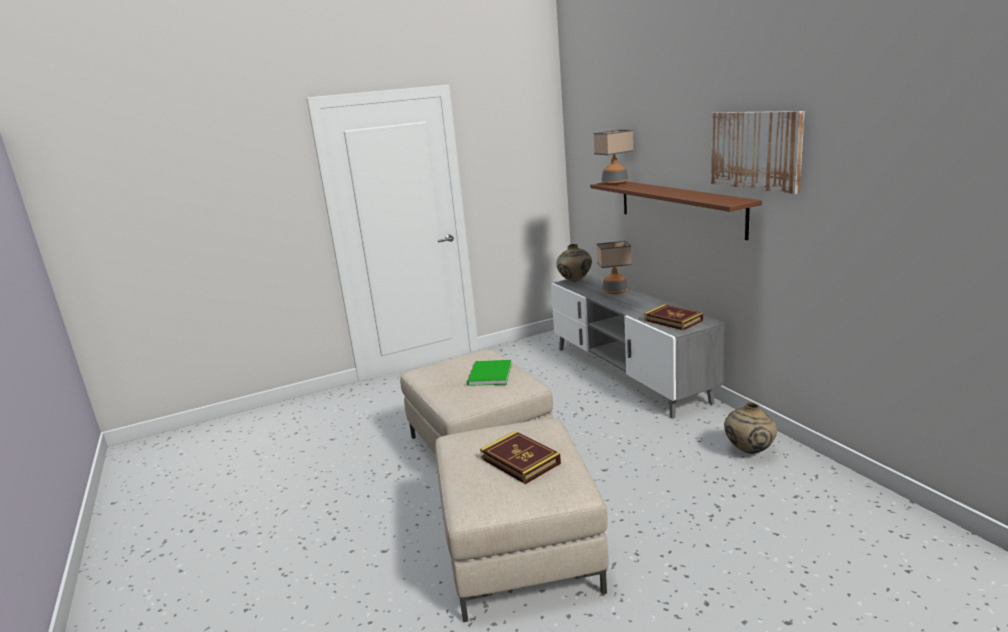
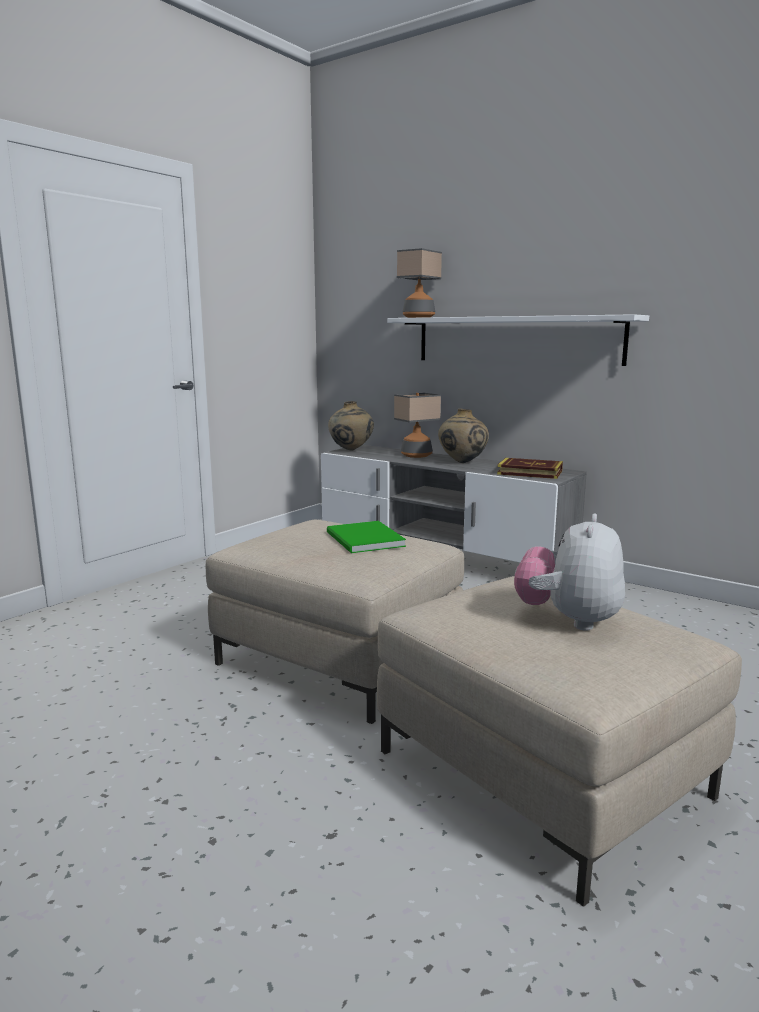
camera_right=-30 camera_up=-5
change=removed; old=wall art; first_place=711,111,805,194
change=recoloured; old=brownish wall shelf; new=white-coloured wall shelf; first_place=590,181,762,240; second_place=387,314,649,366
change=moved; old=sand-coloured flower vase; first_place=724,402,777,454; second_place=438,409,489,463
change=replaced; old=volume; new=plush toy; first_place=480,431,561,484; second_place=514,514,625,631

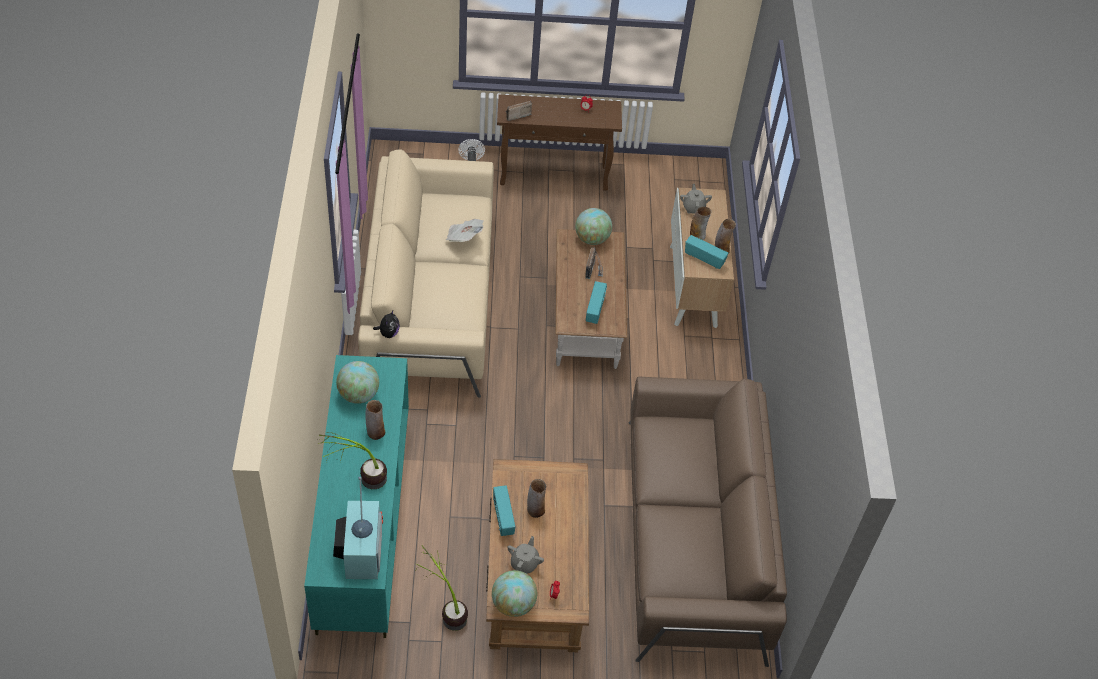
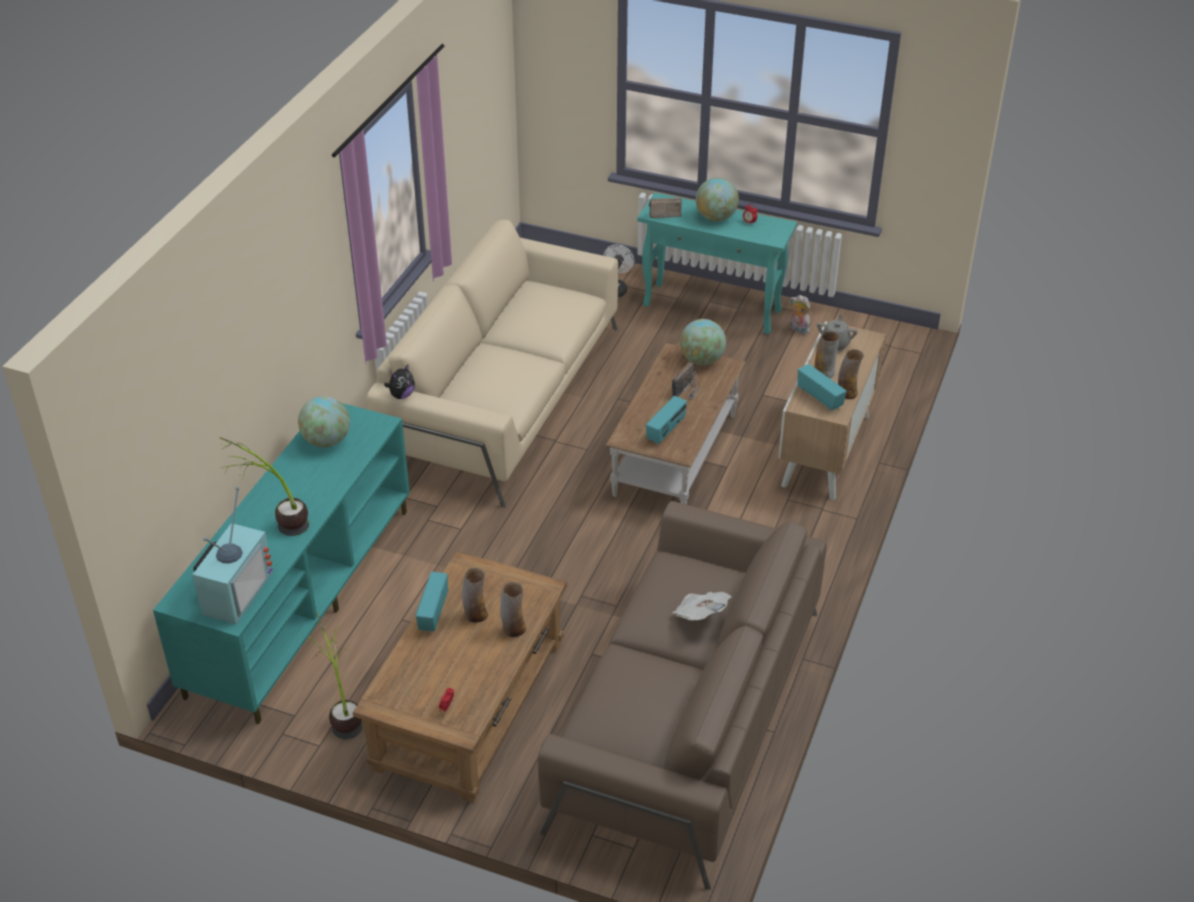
camera_right=25 camera_up=-10
change=recoloured; old=brownish console table; new=blue-green console table; first_place=497,94,622,191; second_place=637,192,797,334
change=moved; old=printed paper; first_place=446,219,483,242; second_place=672,592,732,620
change=moved; old=flower vase; first_place=365,400,385,440; second_place=500,582,526,637
change=removed; old=gray pot for tea; first_place=507,536,544,573
change=moved; old=globe; first_place=492,570,537,617; second_place=696,178,739,221
change=added; new=plush toy; second_place=790,295,810,335

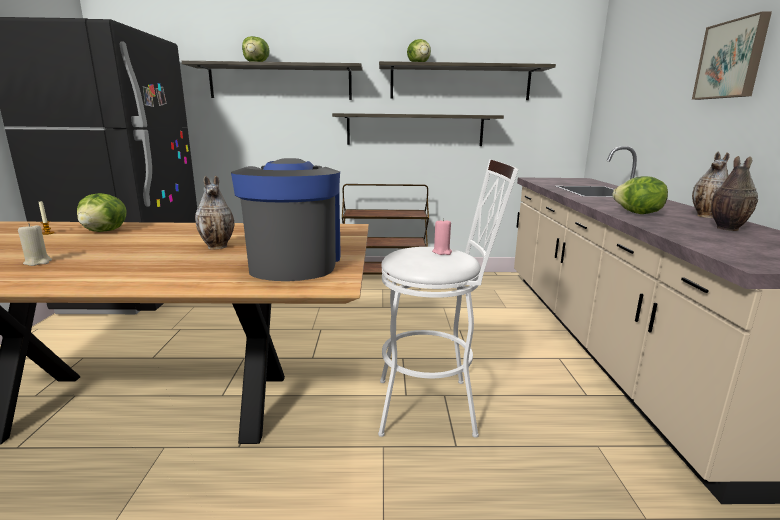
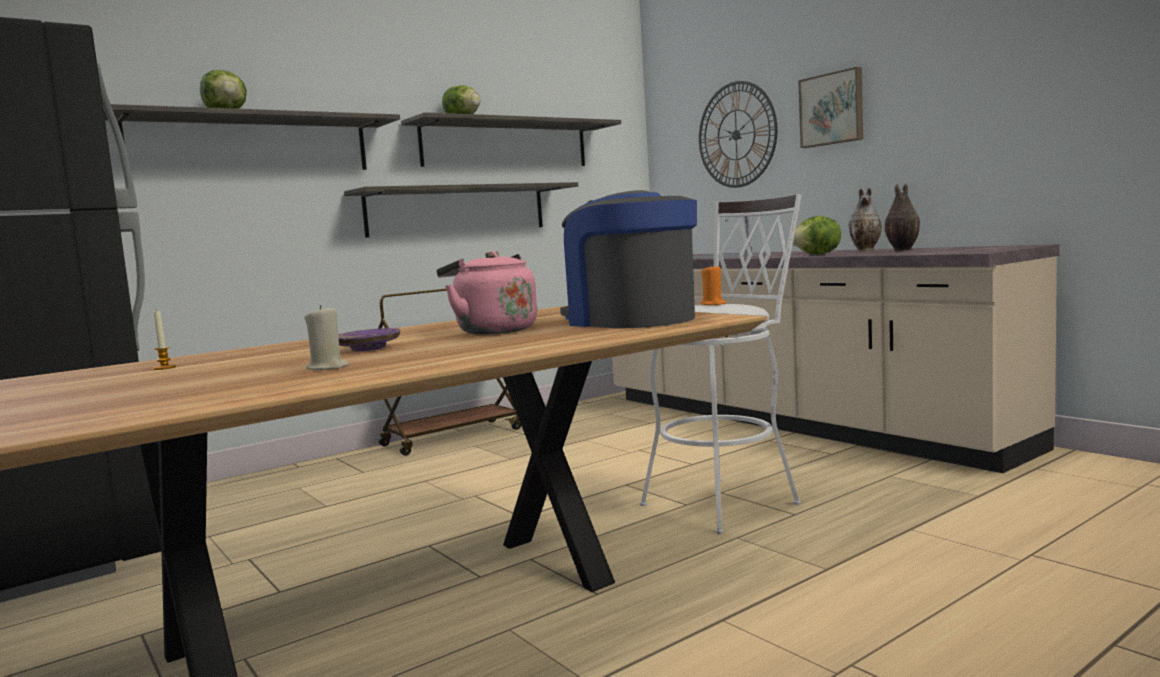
camera_right=-35 camera_up=-10
change=replaced; old=flower vase; new=pink-coloured tea kettle; first_place=195,176,234,250; second_place=436,251,537,334
change=removed; old=lettuce head; first_place=77,193,127,232
change=recoloured; old=pink-coloured wax light; new=orange wax light; first_place=432,218,452,255; second_place=700,267,726,305
change=added; new=wall clock; second_place=699,81,777,188
change=added; new=purple-coloured plate; second_place=338,328,400,351

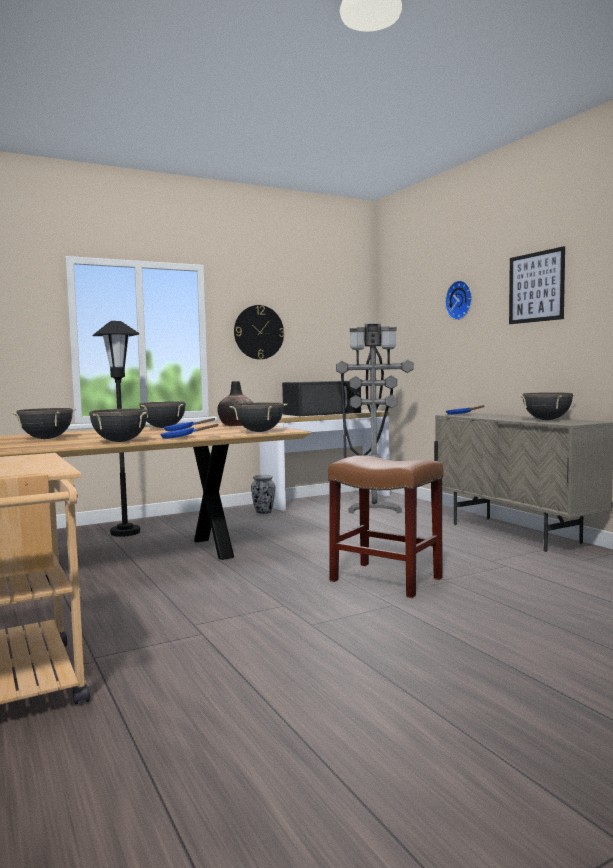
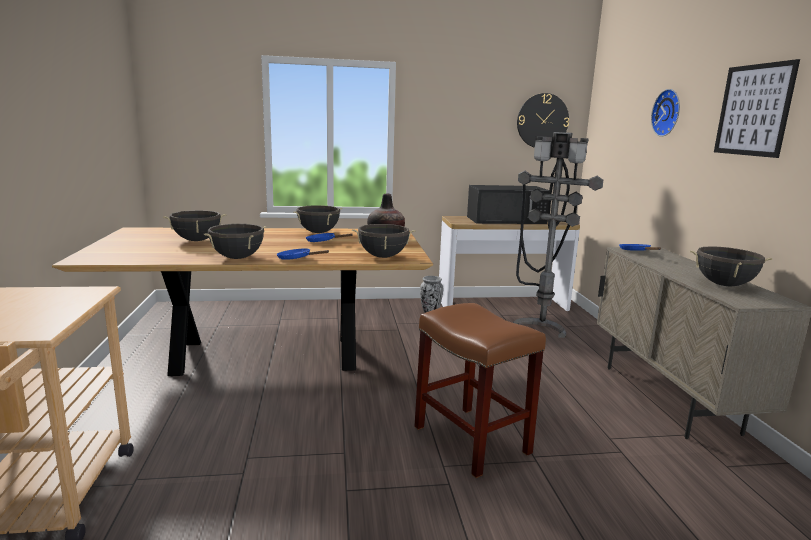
camera_right=20 camera_up=10
change=moved; old=wall clock; first_place=234,305,284,359; second_place=517,93,569,148
change=removed; old=black floor lamp; first_place=93,321,140,537

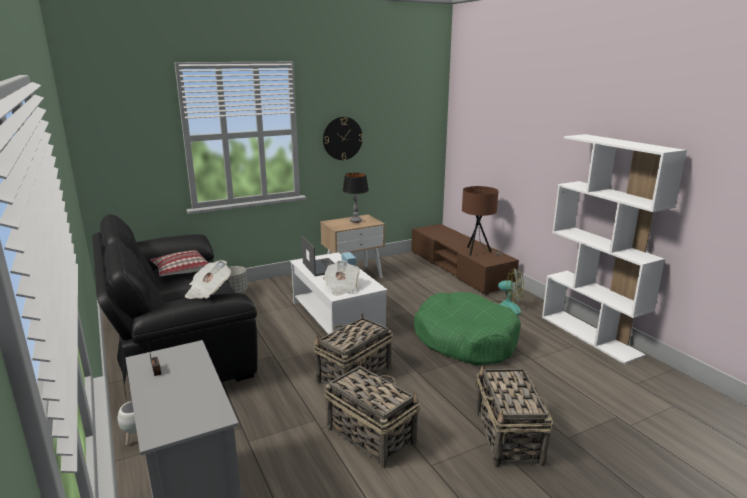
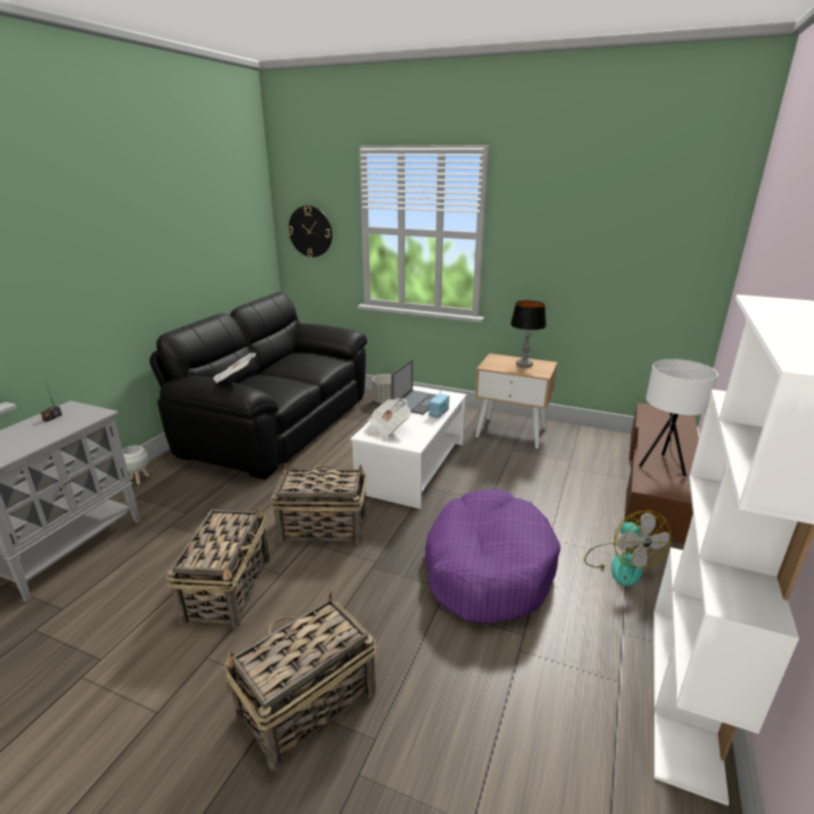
camera_right=50 camera_up=5
change=moved; old=wall clock; first_place=323,117,363,160; second_place=288,206,332,257
change=recoloured; old=brownish lamp for a table; new=white-coloured lamp for a table; first_place=462,186,502,256; second_place=639,359,718,486
change=removed; old=cushion; first_place=150,250,208,276
change=recoloured; old=green-coloured dog bed; new=purple-coloured dog bed; first_place=414,292,521,366; second_place=425,489,561,624

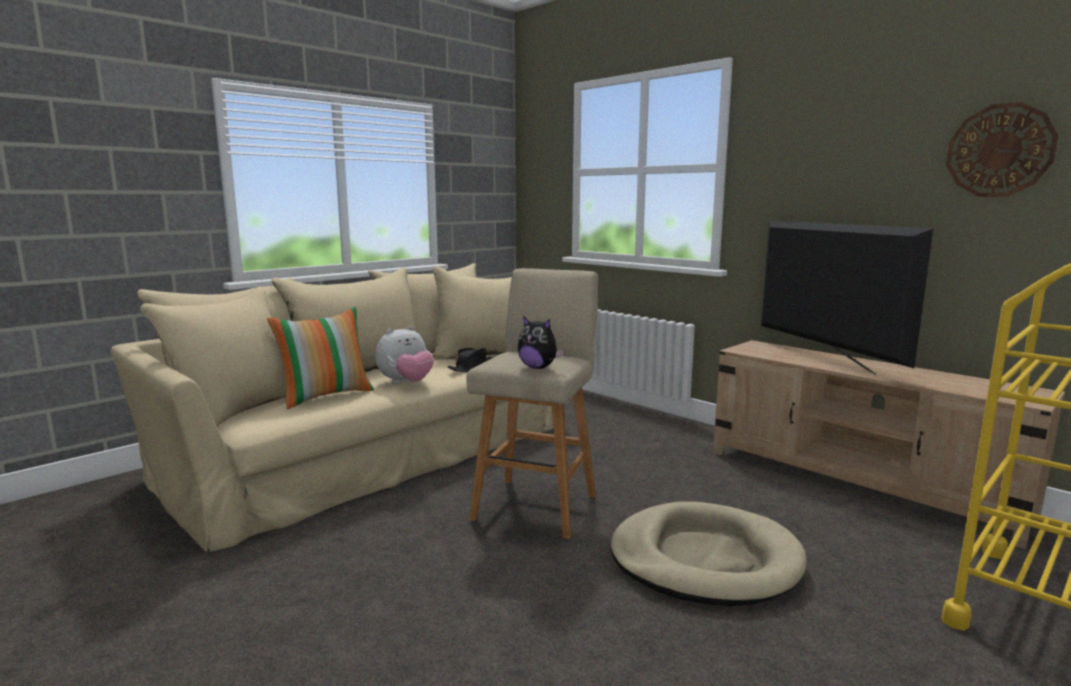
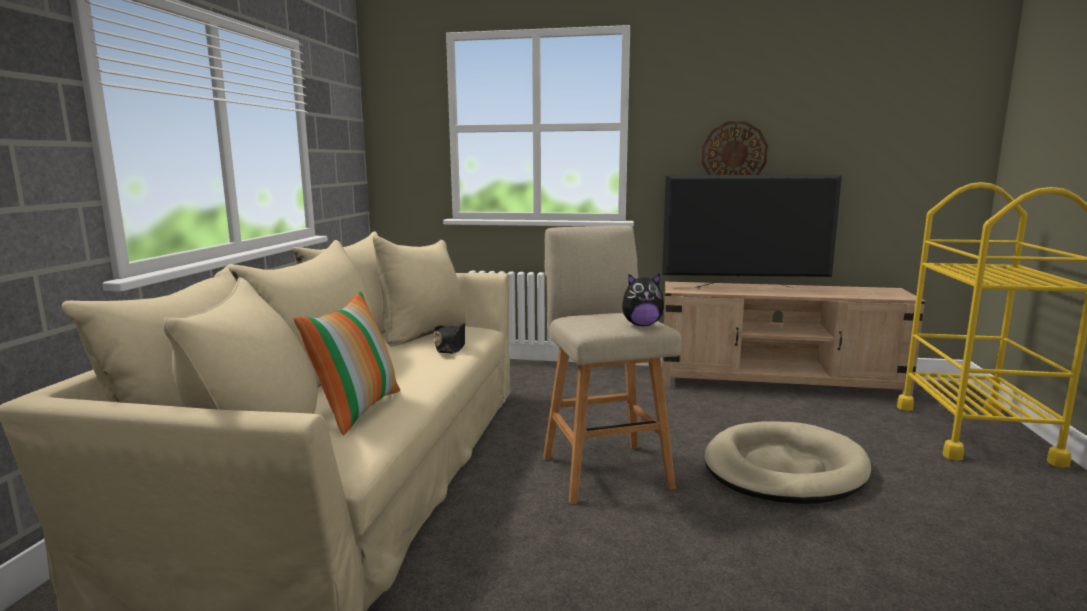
camera_right=-35 camera_up=0
change=moved; old=wall clock; first_place=946,102,1059,197; second_place=701,121,768,175
change=turned; old=TV set; first_place=761,220,933,375; second_place=662,175,842,289; degrees=150
change=removed; old=plush toy; first_place=375,326,434,384

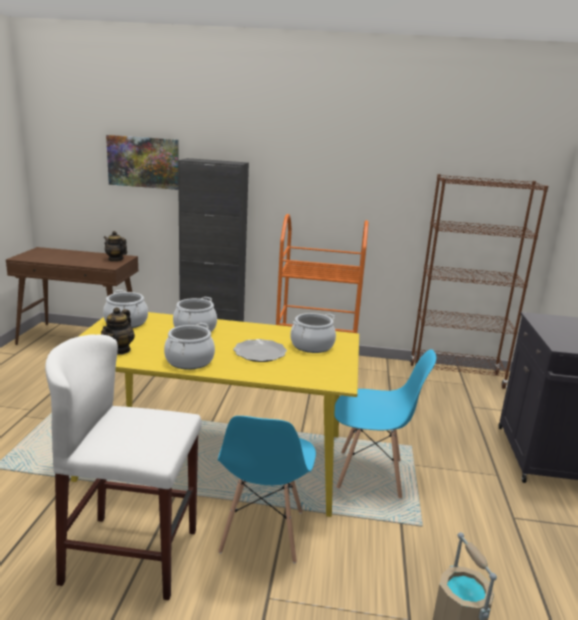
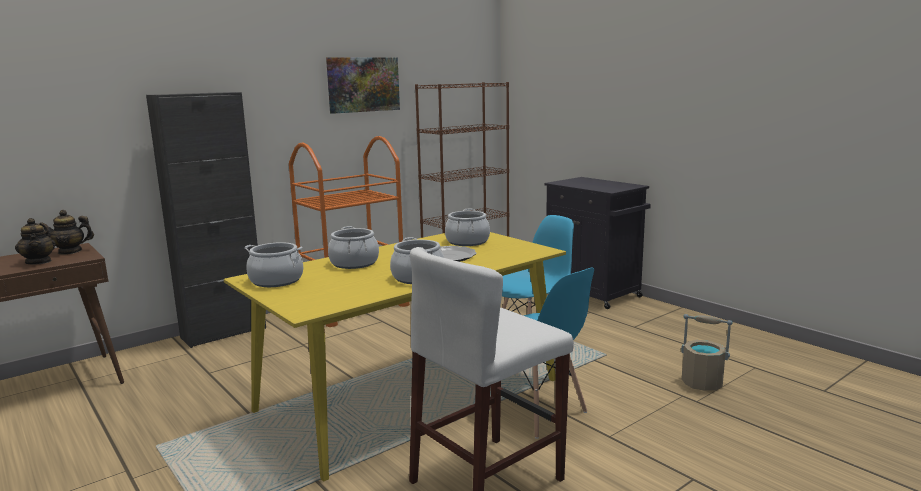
camera_right=-45 camera_up=-5
change=moved; old=wall art; first_place=106,135,179,190; second_place=326,57,400,114
change=moved; old=pot for tea; first_place=101,307,135,355; second_place=15,218,56,264

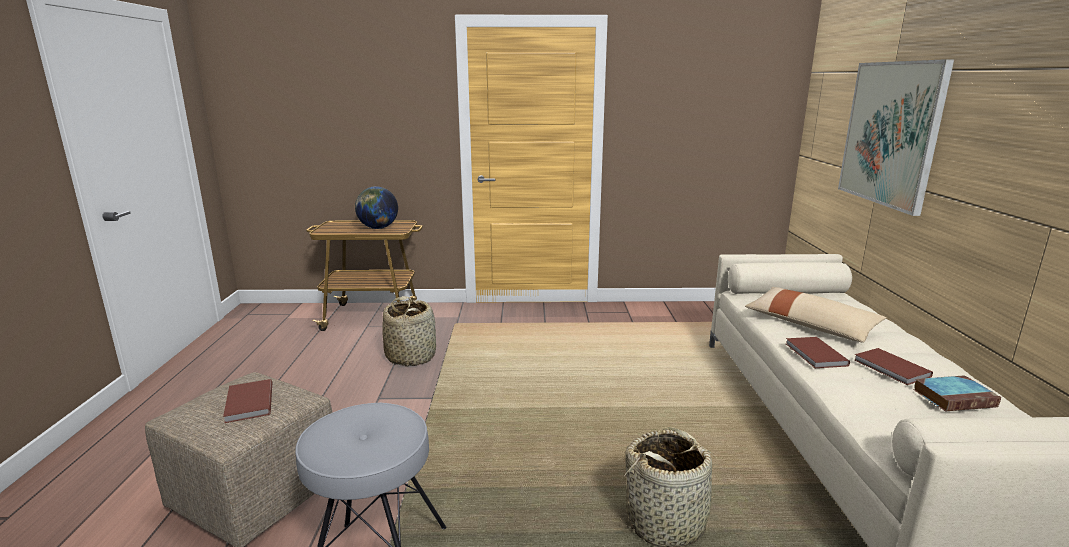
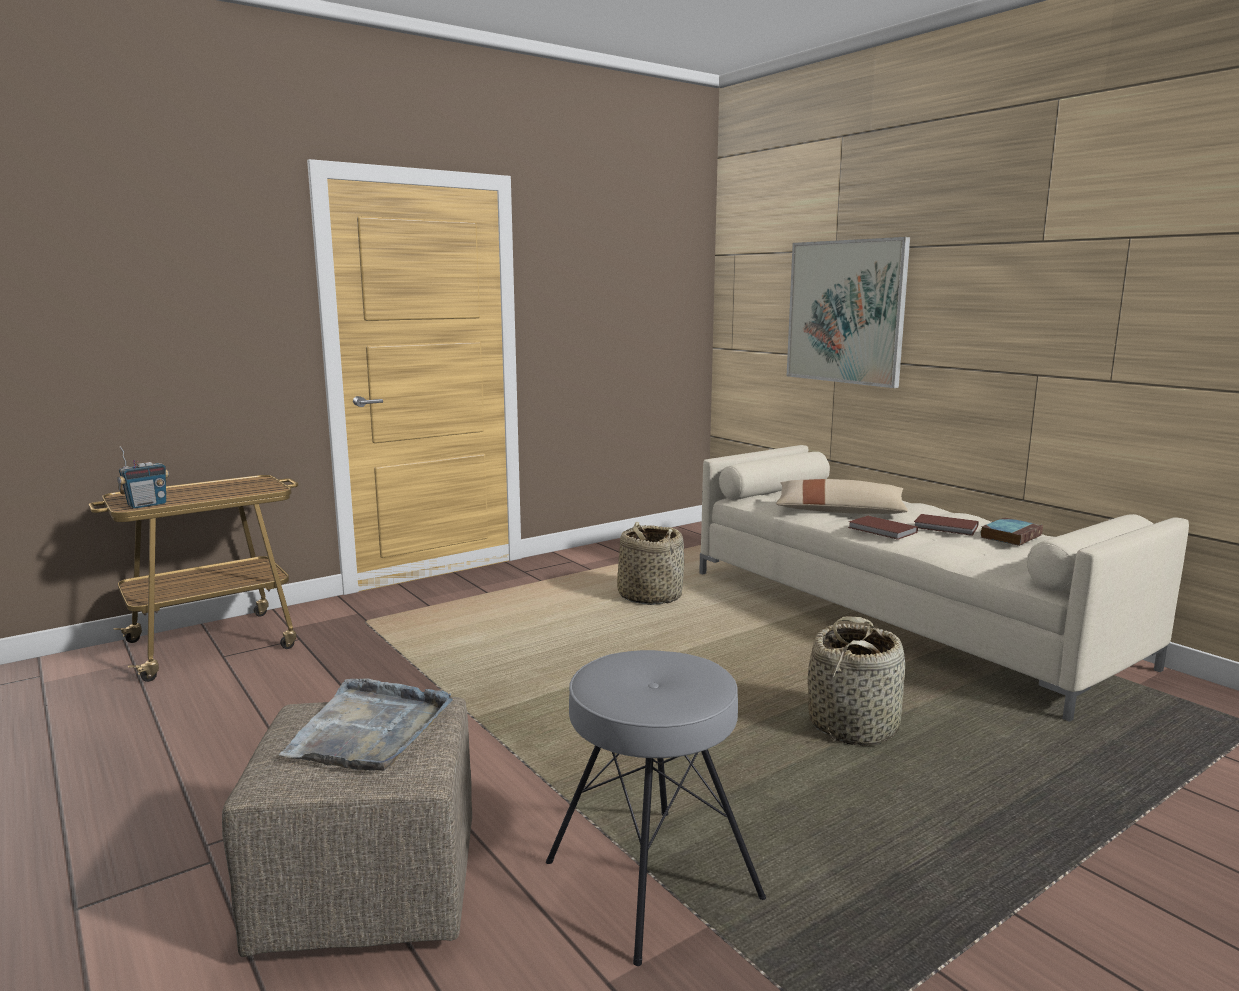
camera_right=-35 camera_up=-5
change=removed; old=globe; first_place=355,186,398,229
change=moved; old=basket; first_place=382,296,436,367; second_place=617,521,684,605
change=replaced; old=brownish volume; new=gray tray; first_place=223,379,272,423; second_place=279,678,453,771
change=added; new=radio receiver; second_place=117,446,169,509

